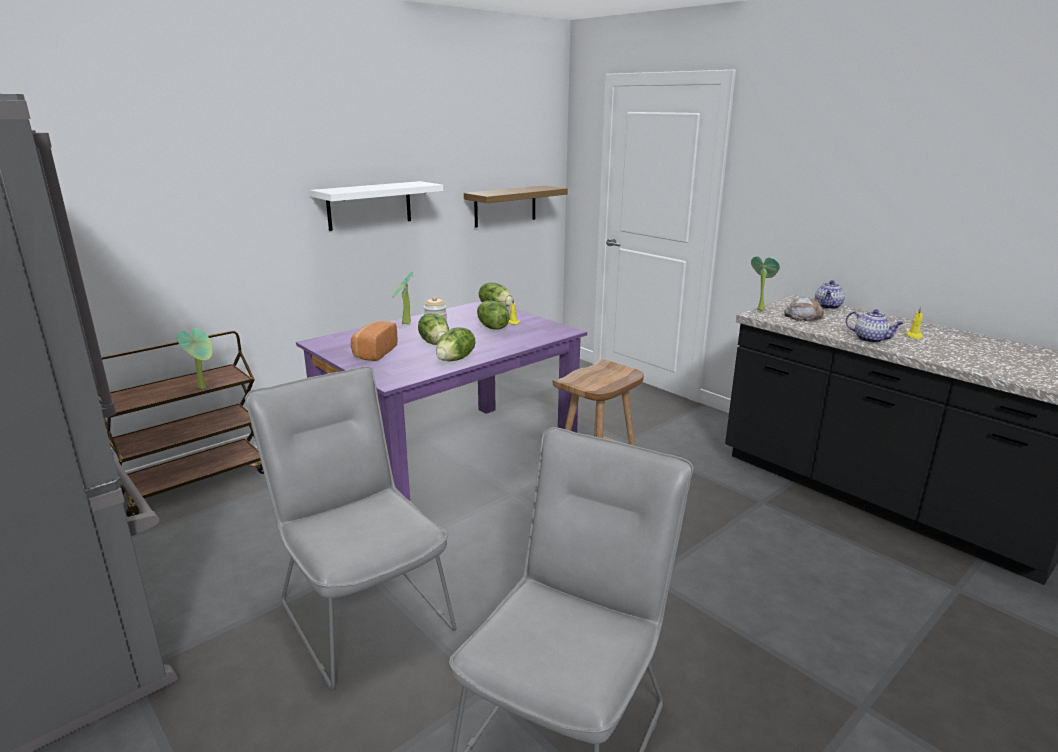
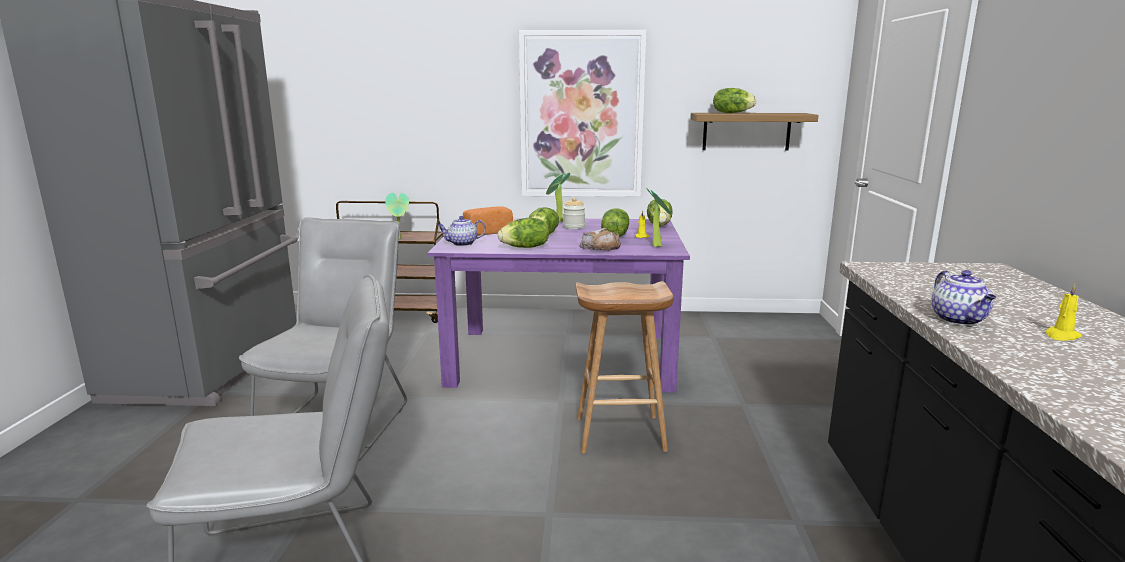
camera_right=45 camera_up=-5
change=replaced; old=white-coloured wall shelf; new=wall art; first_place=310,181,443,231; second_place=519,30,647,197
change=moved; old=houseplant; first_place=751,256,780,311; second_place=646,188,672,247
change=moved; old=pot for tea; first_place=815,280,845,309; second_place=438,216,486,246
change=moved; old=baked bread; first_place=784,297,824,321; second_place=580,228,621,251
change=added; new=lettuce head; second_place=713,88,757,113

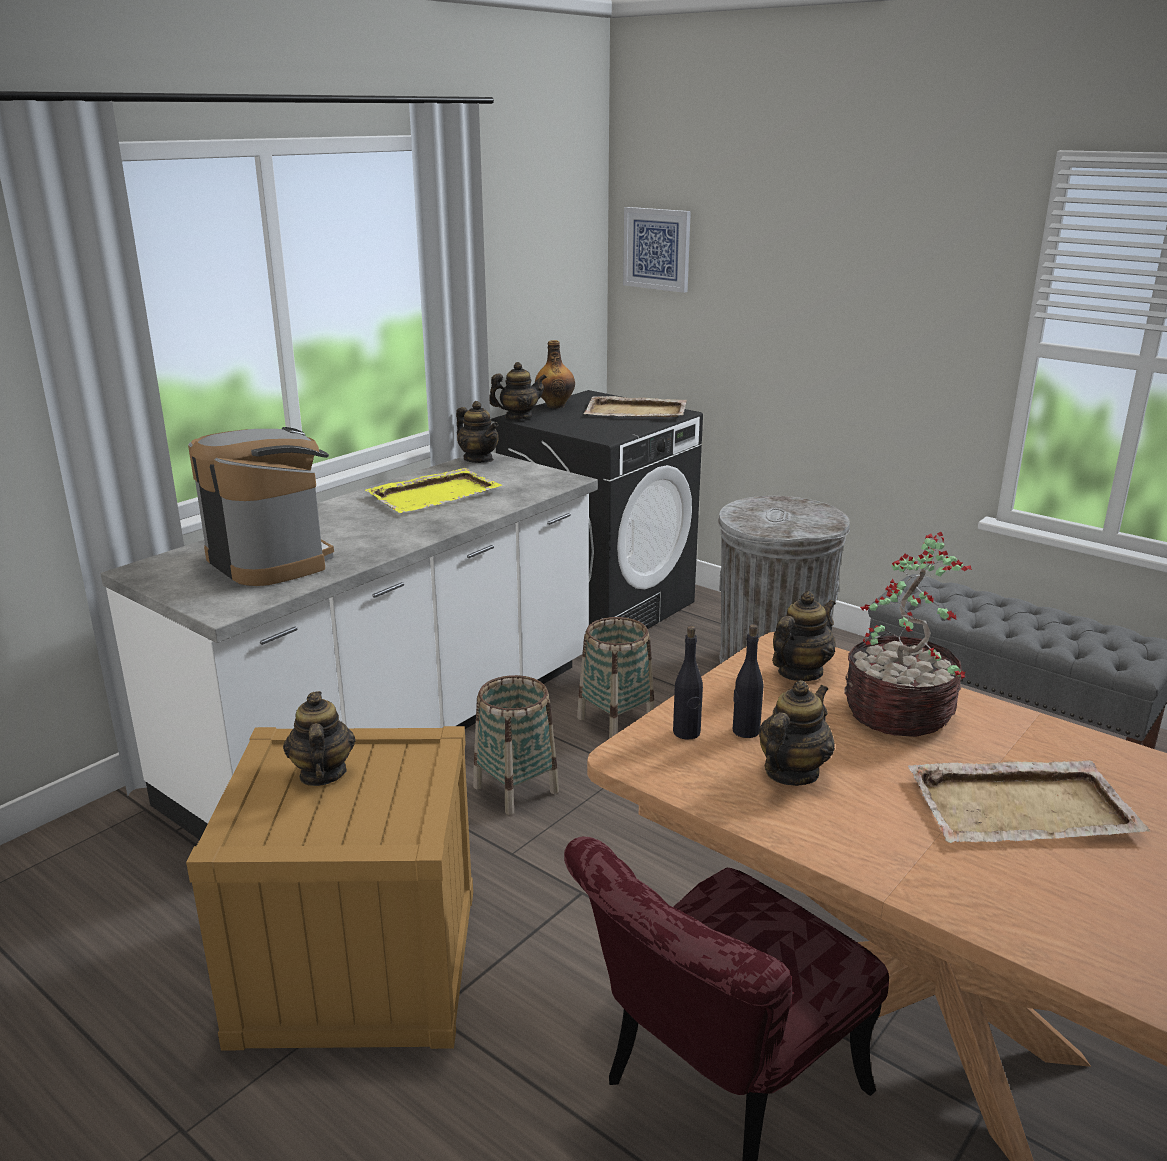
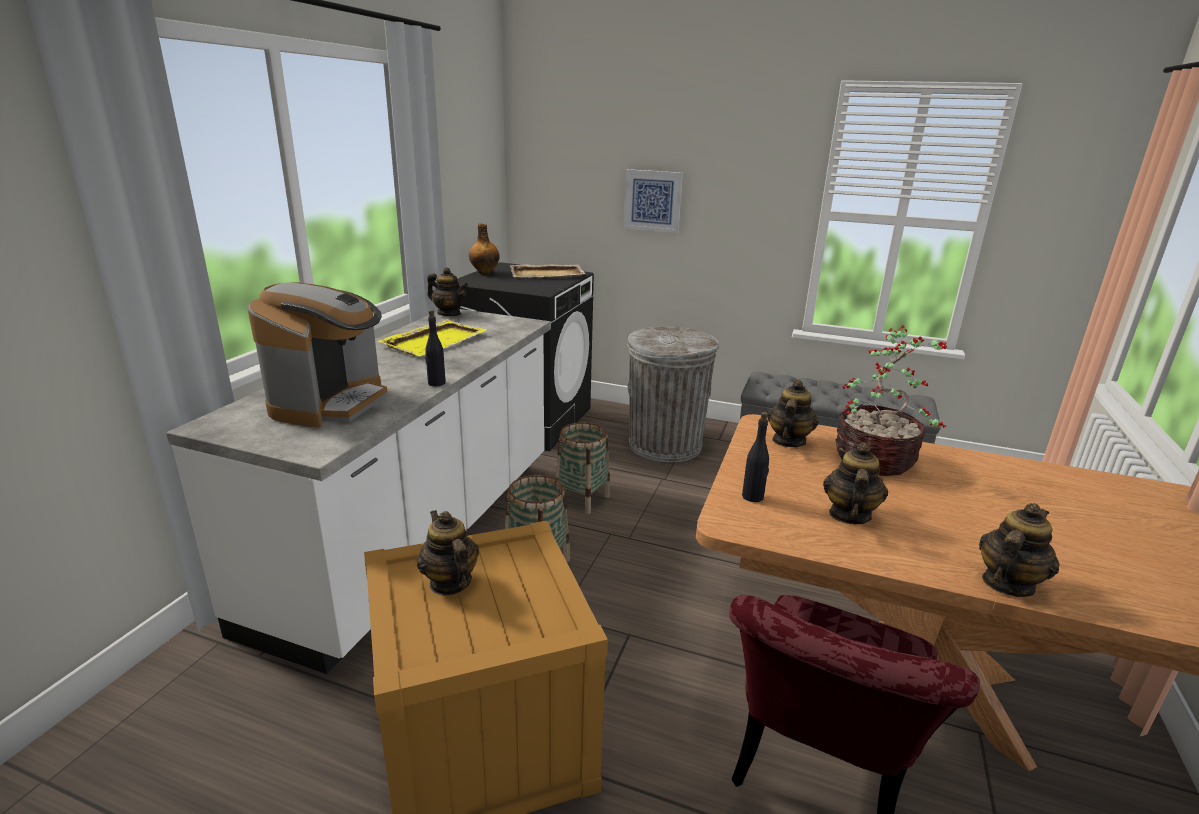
camera_right=-20 camera_up=0
change=moved; old=wall art; first_place=623,207,691,293; second_place=623,169,683,233
change=moved; old=pot for tea; first_place=489,362,547,420; second_place=979,503,1060,597
change=turned; old=coffee machine; first_place=188,427,334,586; second_place=247,282,388,428; degrees=75
change=moved; old=black bottle; first_place=733,624,763,738; second_place=425,310,446,386
change=removed; old=sand-coloured tray; first_place=908,760,1150,843

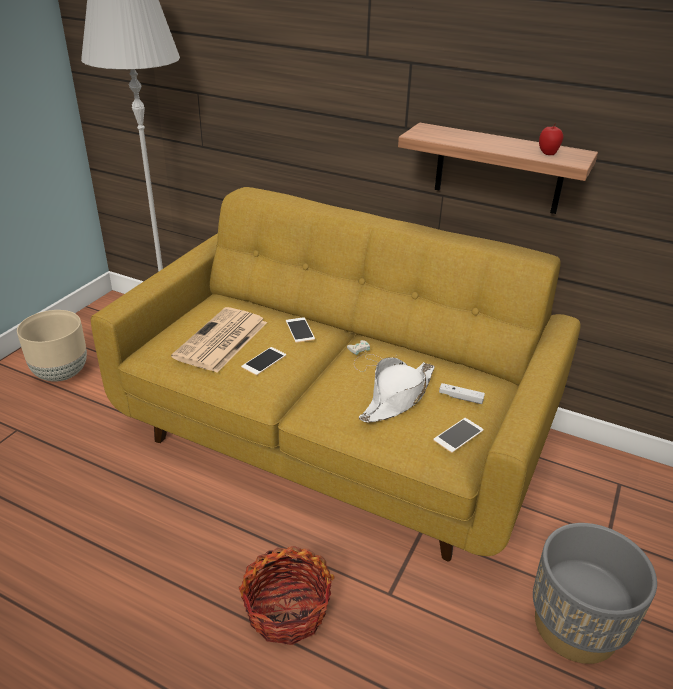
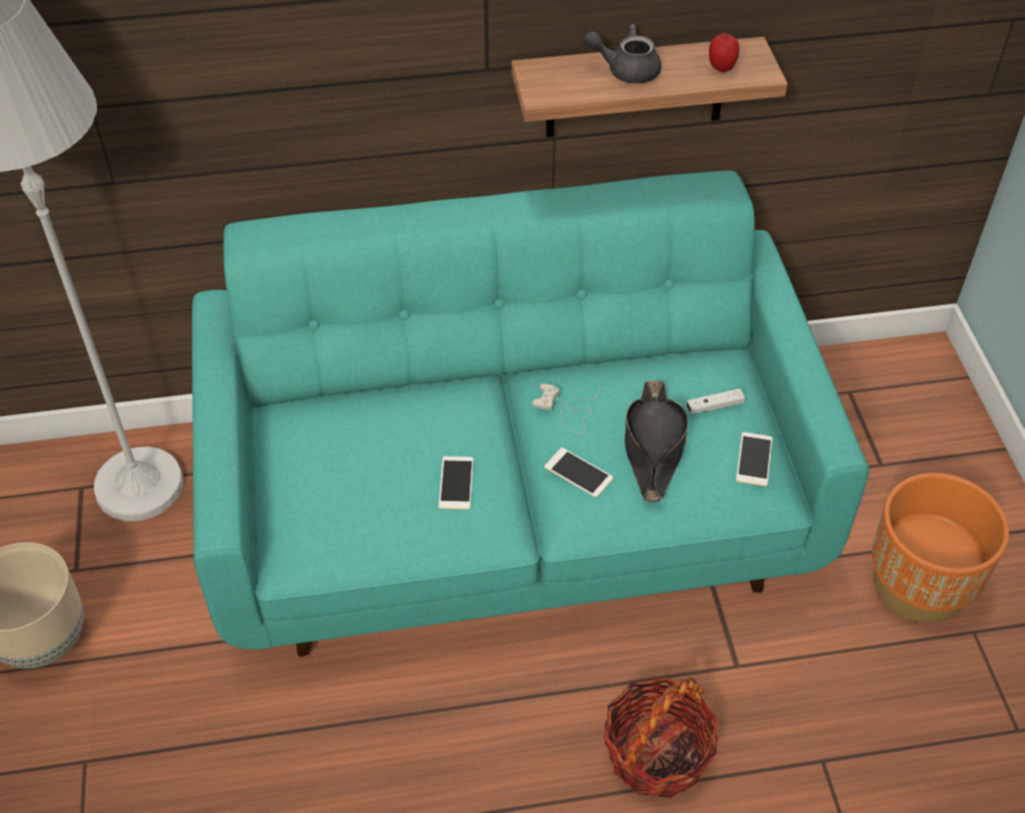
camera_right=-35 camera_up=15
change=recoloured; old=yellowish couch; new=blue-green couch; first_place=91,187,581,562; second_place=192,171,869,657
change=removed; old=printed paper; first_place=171,307,267,372
change=moved; old=handset; first_place=286,317,315,343; second_place=545,448,613,498
change=recoloured; old=white-coloured clothing hat; new=black clothing hat; first_place=359,357,435,423; second_place=625,380,688,502
change=recoloured; old=gray plant pot; new=orange plant pot; first_place=533,523,657,664; second_place=872,473,1009,623
change=added; new=gray pot for tea; second_place=583,24,661,83

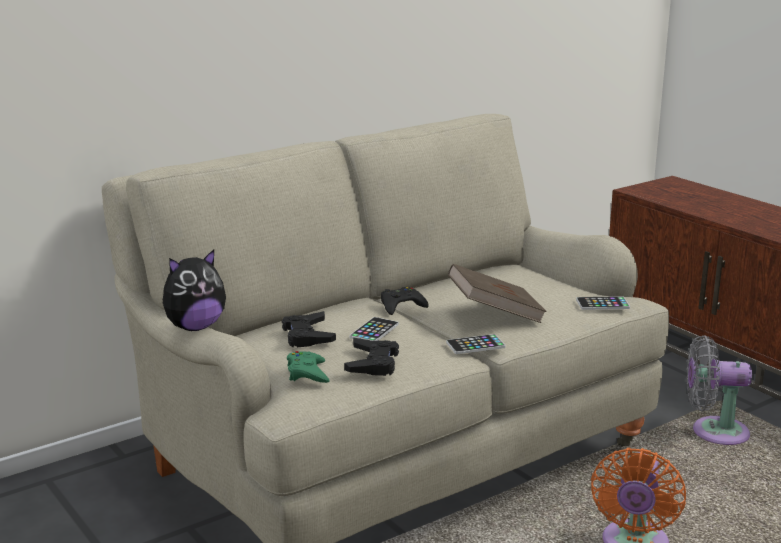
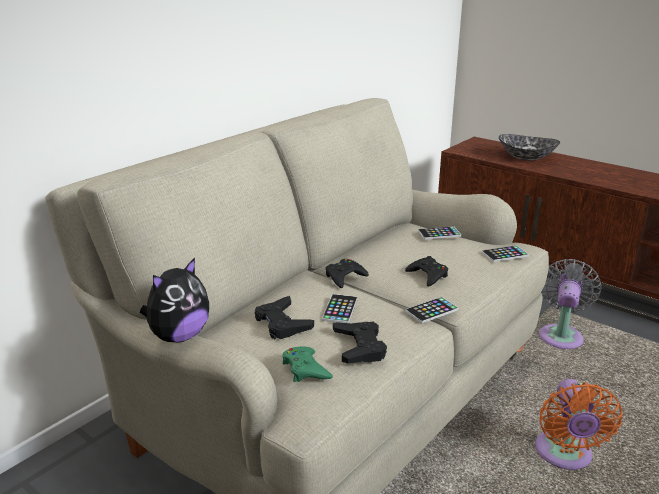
camera_right=-15 camera_up=5
change=replaced; old=brownish volume; new=black game controller; first_place=448,264,547,323; second_place=405,256,448,287
change=turned; old=gray cooling fan; first_place=687,335,752,445; second_place=539,259,602,349; degrees=120
change=added; new=serving bowl; second_place=499,134,560,161
change=added; new=handset; second_place=418,226,461,240

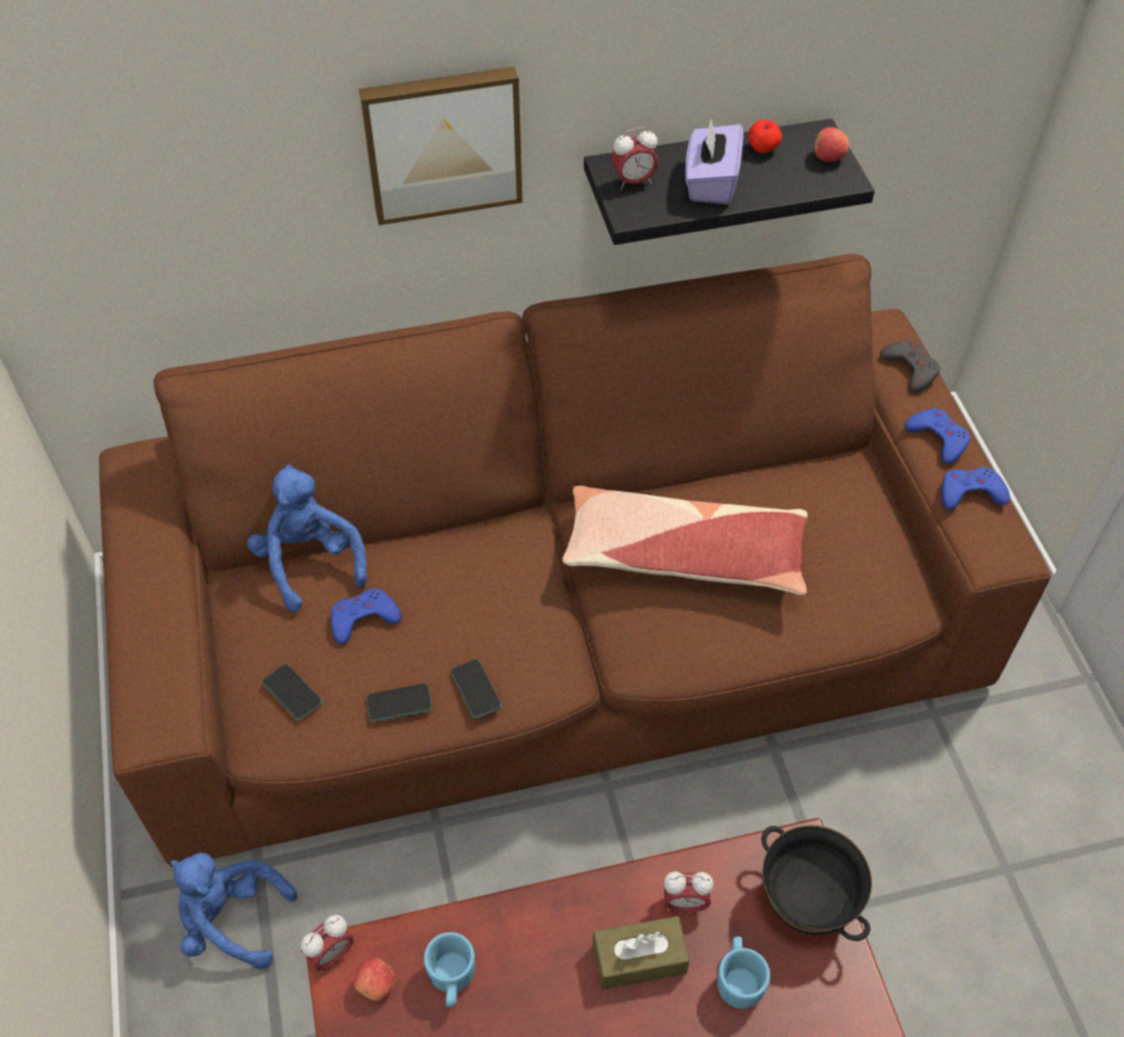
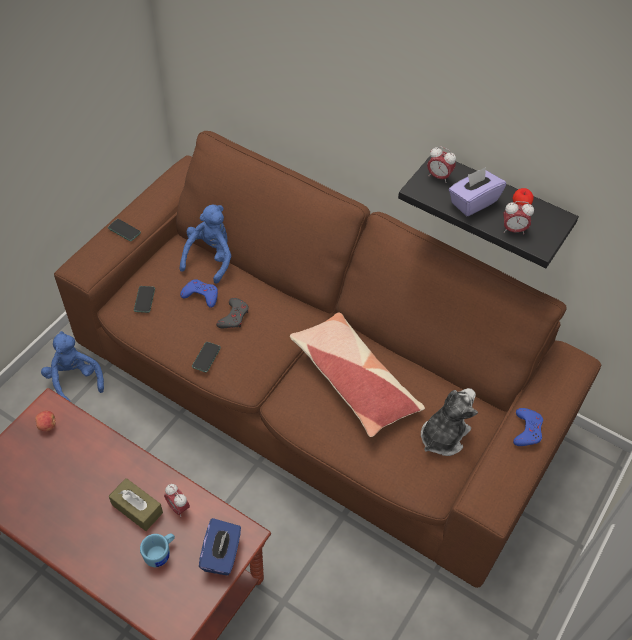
camera_right=45 camera_up=0
change=removed; old=wall art; first_place=359,66,523,225
change=removed; old=apple; first_place=814,127,849,162
change=moved; old=gray game controller; first_place=880,340,940,393; second_place=216,298,249,328
change=removed; old=bluish game controller; first_place=942,467,1010,510
change=moved; old=handset; first_place=366,683,432,722; second_place=108,219,141,241
change=replaced; old=black serving bowl; new=bluish box of tissues; first_place=761,825,872,941; second_place=199,518,241,575
change=moved; old=alarm clock; first_place=301,915,354,972; second_place=503,201,534,234
change=removed; old=bluish coffee mug; first_place=424,932,475,1007
change=added; new=plush toy; second_place=421,388,478,456

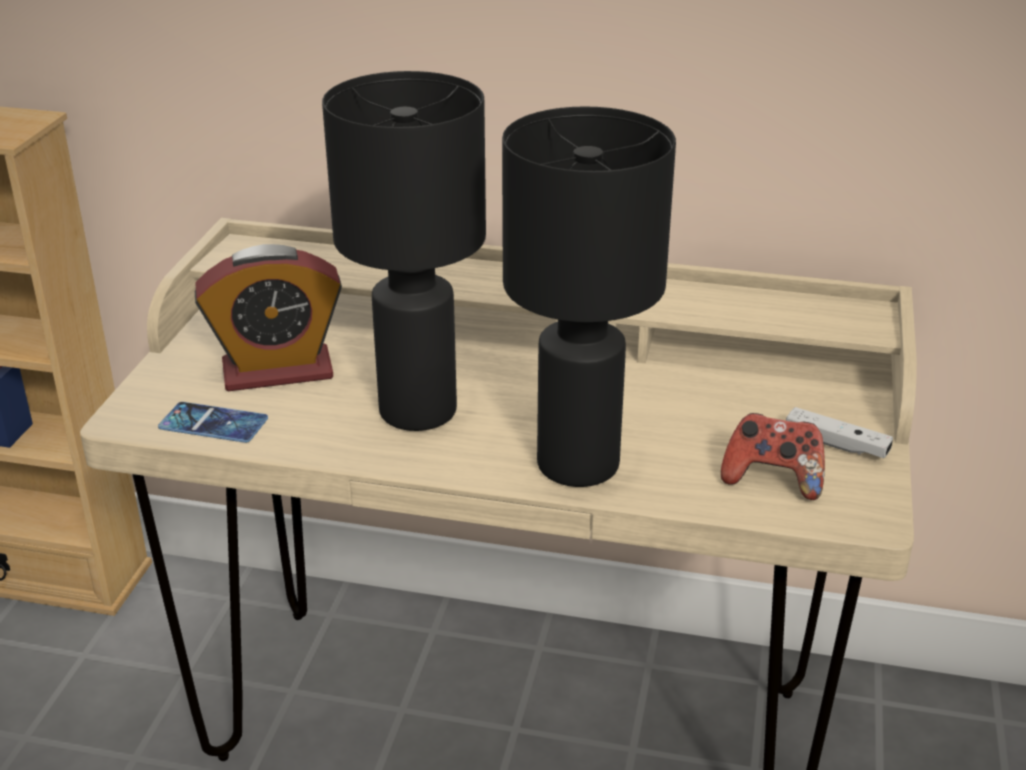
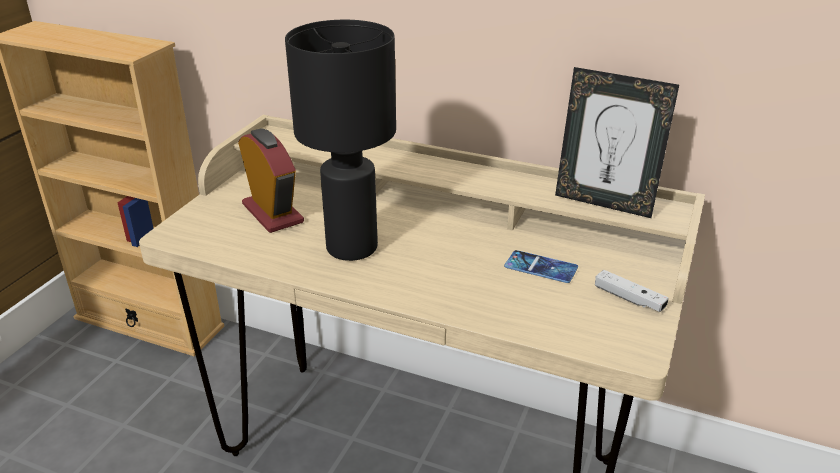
camera_right=10 camera_up=0
change=removed; old=black lamp for a table; first_place=502,106,676,487
change=turned; old=alarm clock; first_place=195,244,342,391; second_place=238,129,304,233; degrees=-120
change=moved; old=handset; first_place=158,402,268,443; second_place=504,250,578,283
change=removed; old=game controller; first_place=721,413,825,500
change=added; new=picture frame; second_place=555,67,679,218

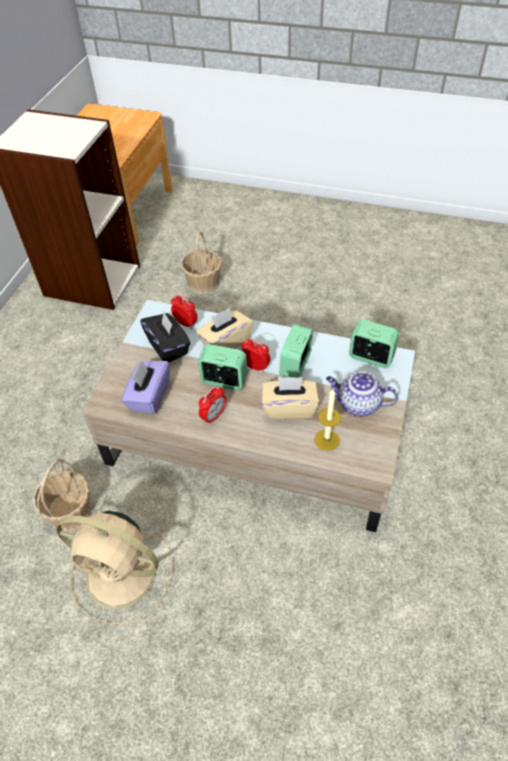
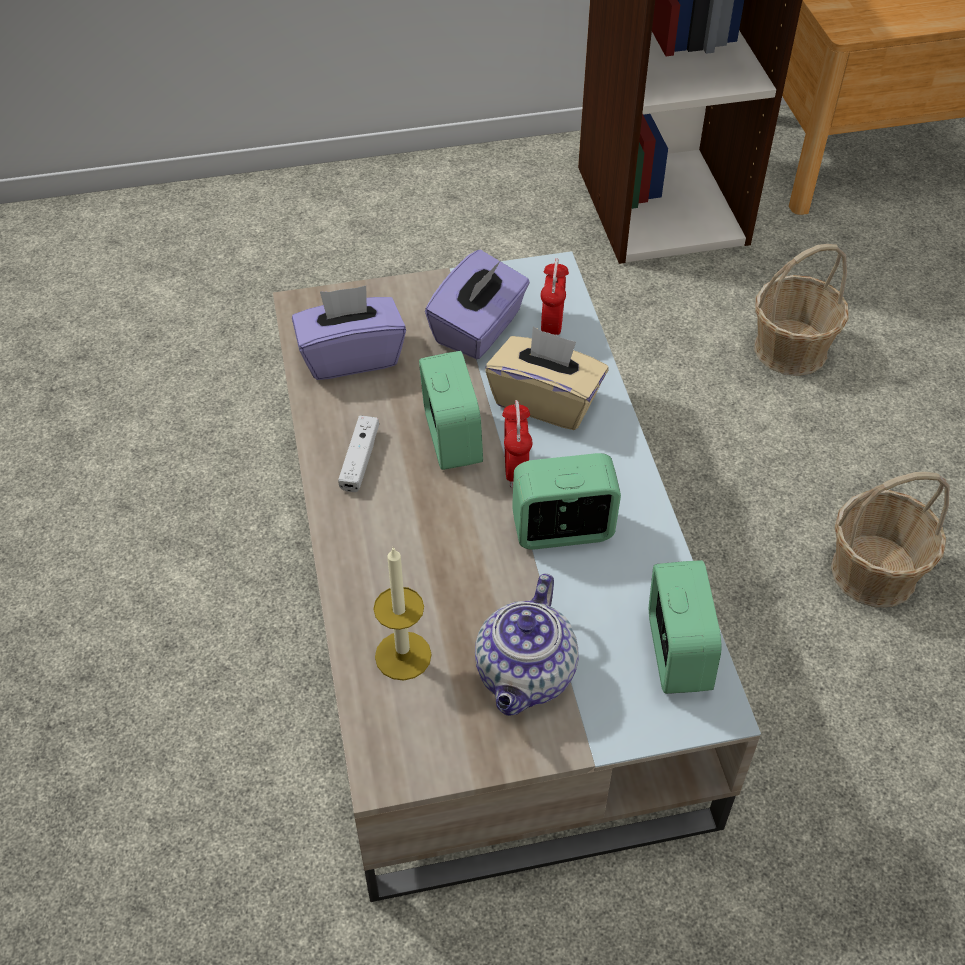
camera_right=60 camera_up=0
change=recoloured; old=black box of tissues; new=purple-coloured box of tissues; first_place=140,312,190,362; second_place=425,250,530,359
change=turned; old=pot for tea; first_place=326,372,398,416; second_place=475,574,579,716; degrees=-150
change=removed; old=sand-coloured box of tissues; first_place=262,377,319,420
change=replaced; old=alarm clock; new=white-coloured game controller; first_place=199,386,226,425; second_place=338,415,379,492
change=moved; old=basket; first_place=33,458,92,532; second_place=831,472,949,607
change=removed; old=sand-coloured cooling fan; first_place=56,511,173,625

